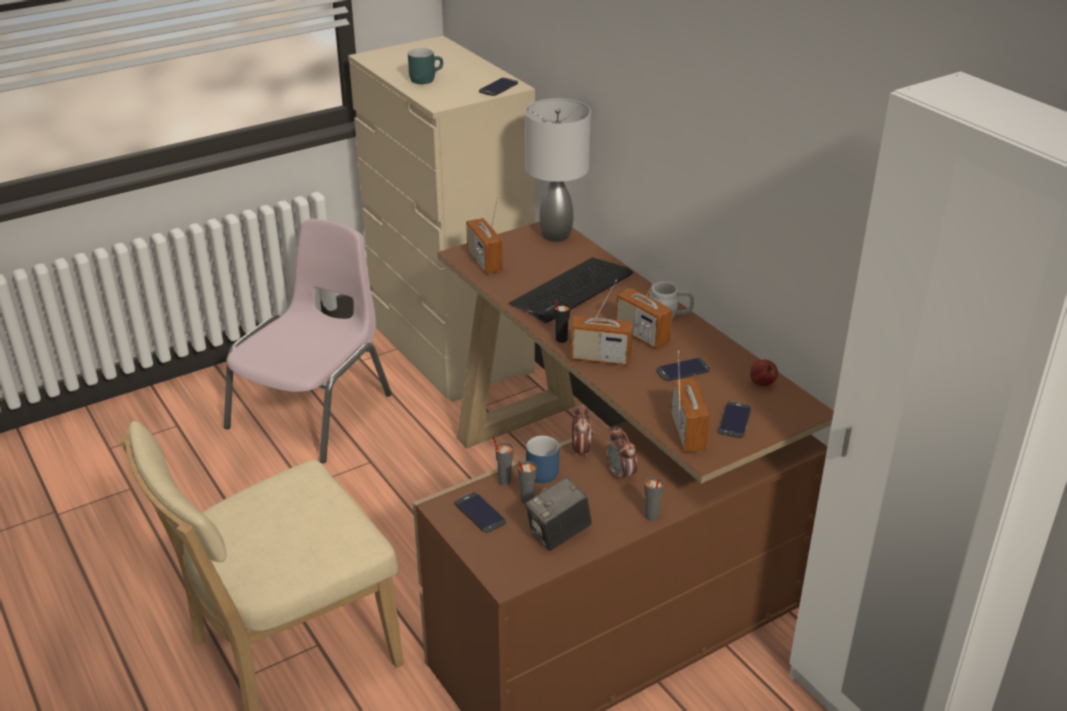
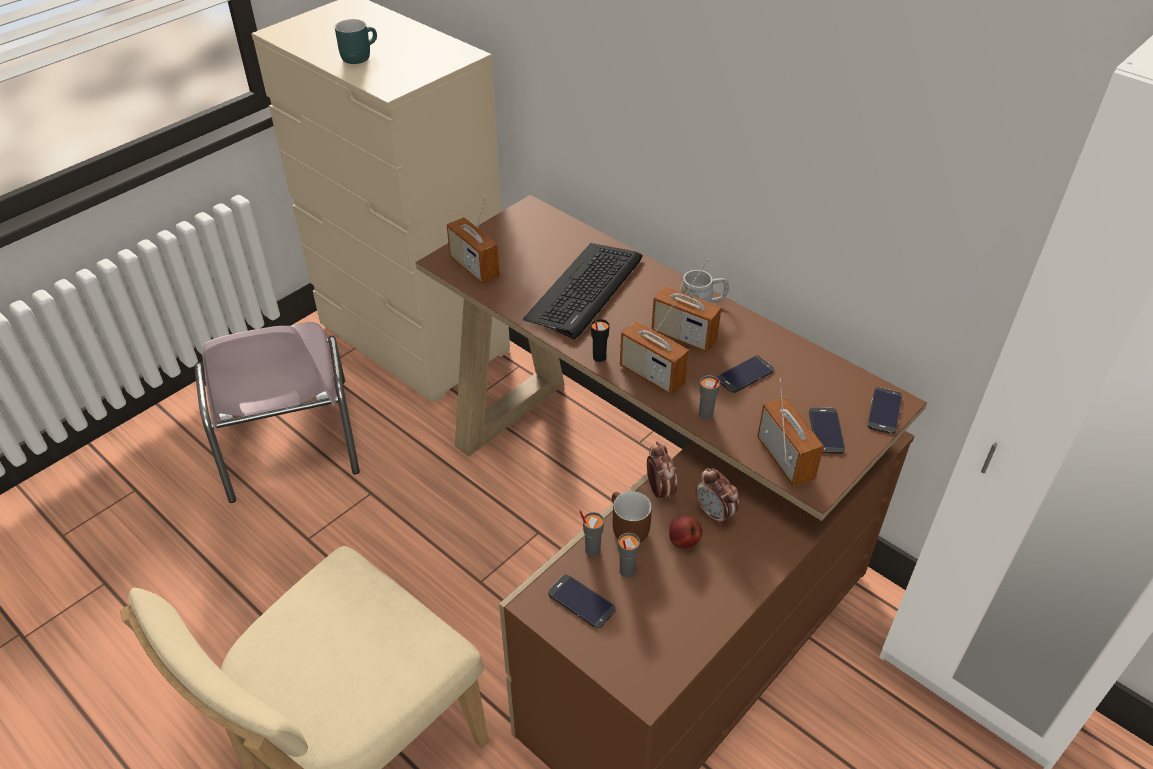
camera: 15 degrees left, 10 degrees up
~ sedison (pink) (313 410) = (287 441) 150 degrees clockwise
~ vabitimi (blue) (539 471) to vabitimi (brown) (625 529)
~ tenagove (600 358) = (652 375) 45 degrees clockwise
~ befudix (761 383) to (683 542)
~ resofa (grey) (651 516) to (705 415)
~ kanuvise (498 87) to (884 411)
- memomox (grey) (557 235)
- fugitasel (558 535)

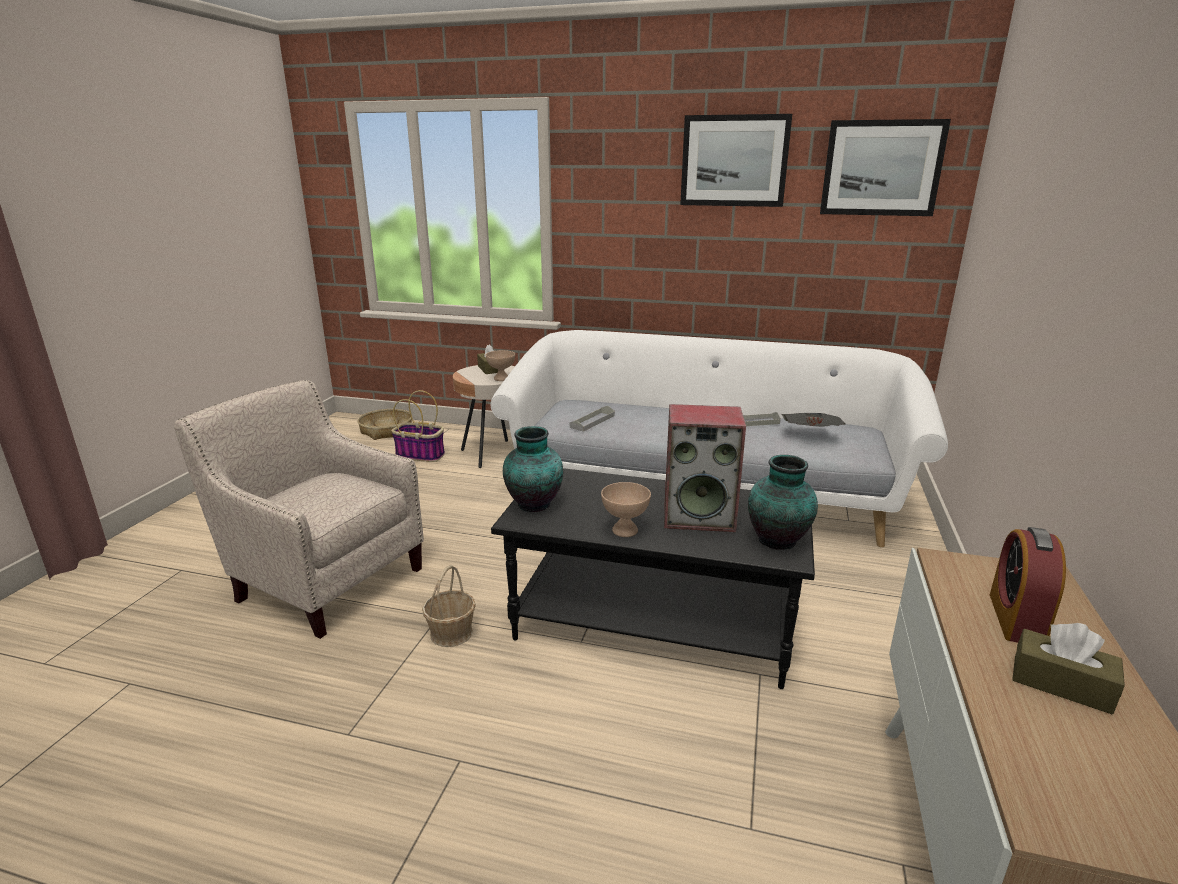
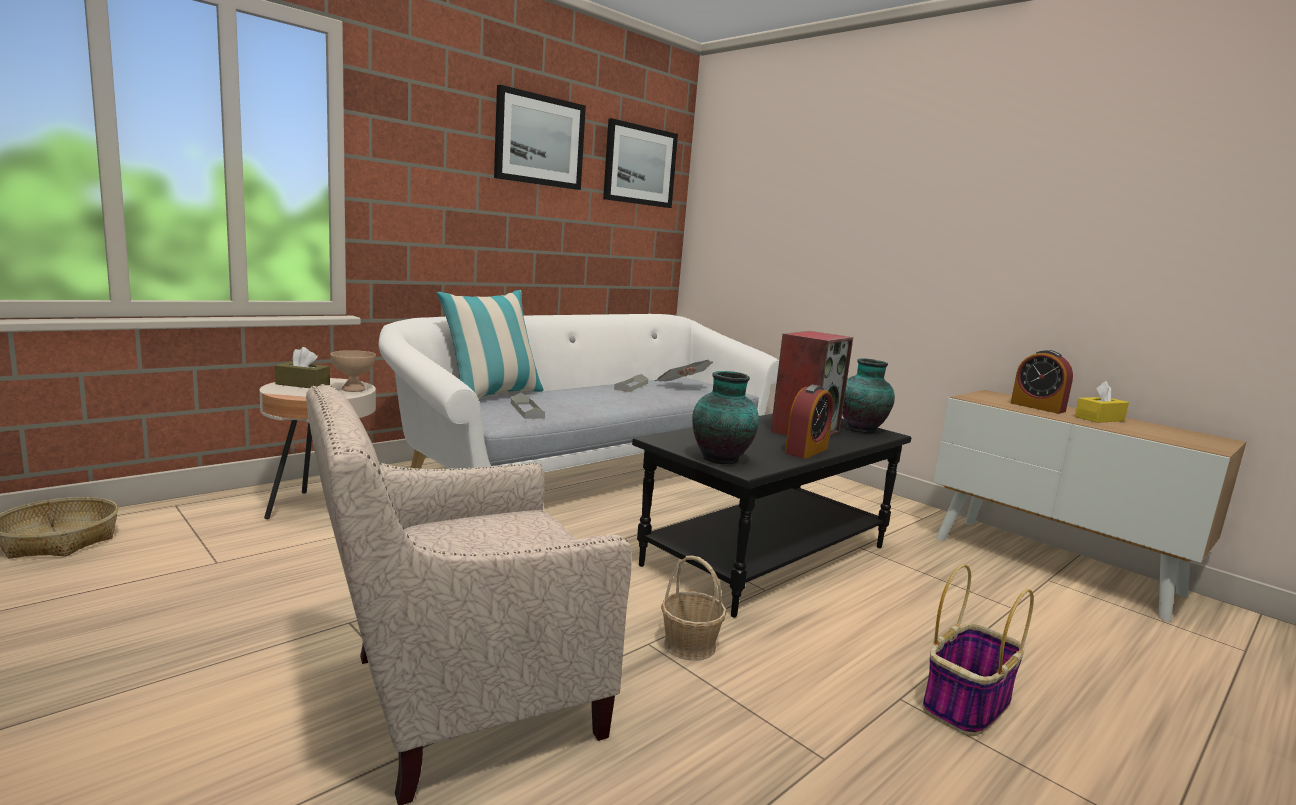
camera: 60 degrees left, 10 degrees down
+ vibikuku (493 395)
~ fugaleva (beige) (625 530) to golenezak (806 450)
~ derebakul (421 455) to (966 703)
~ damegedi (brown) (1061 684) to damegedi (yellow) (1099 419)

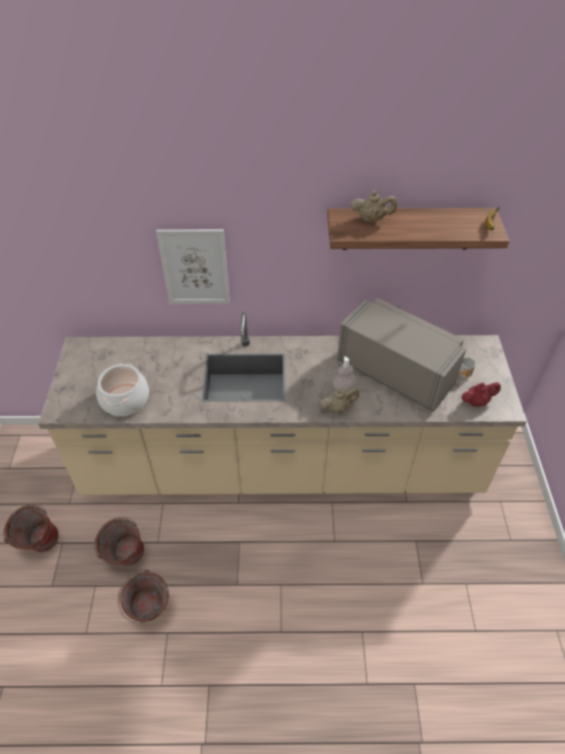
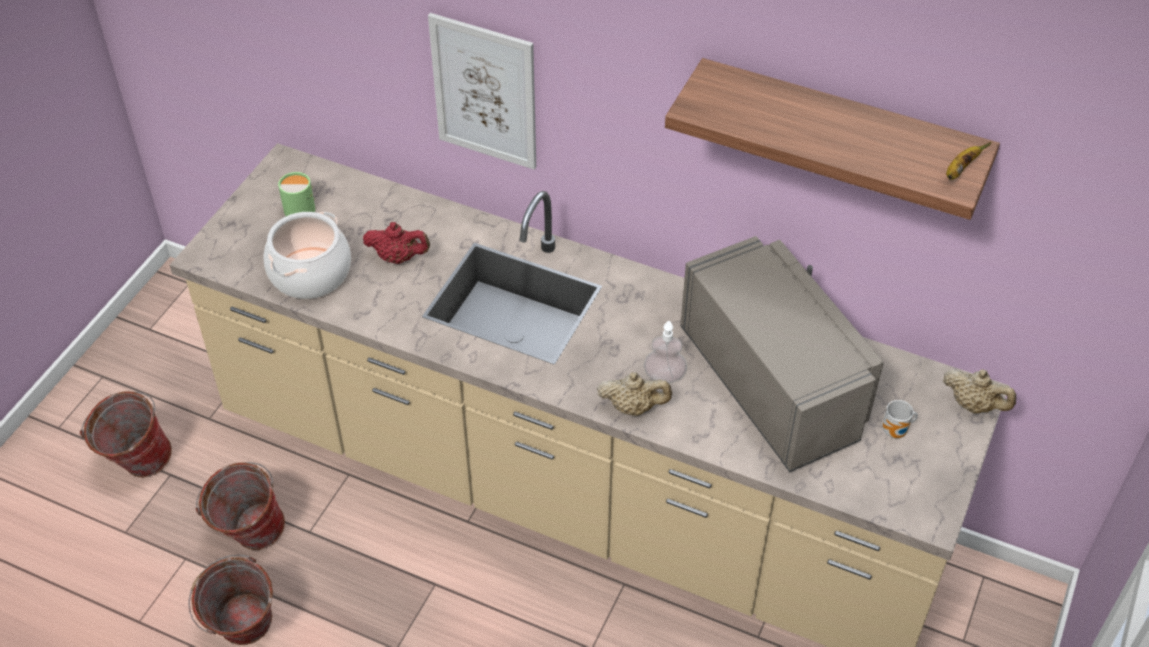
camera: 25 degrees right, 0 degrees up
+ vabitimi (green) (300 207)
~ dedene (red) (477 402) to (398 257)
~ dedene (beige) (371 219) to (974 405)

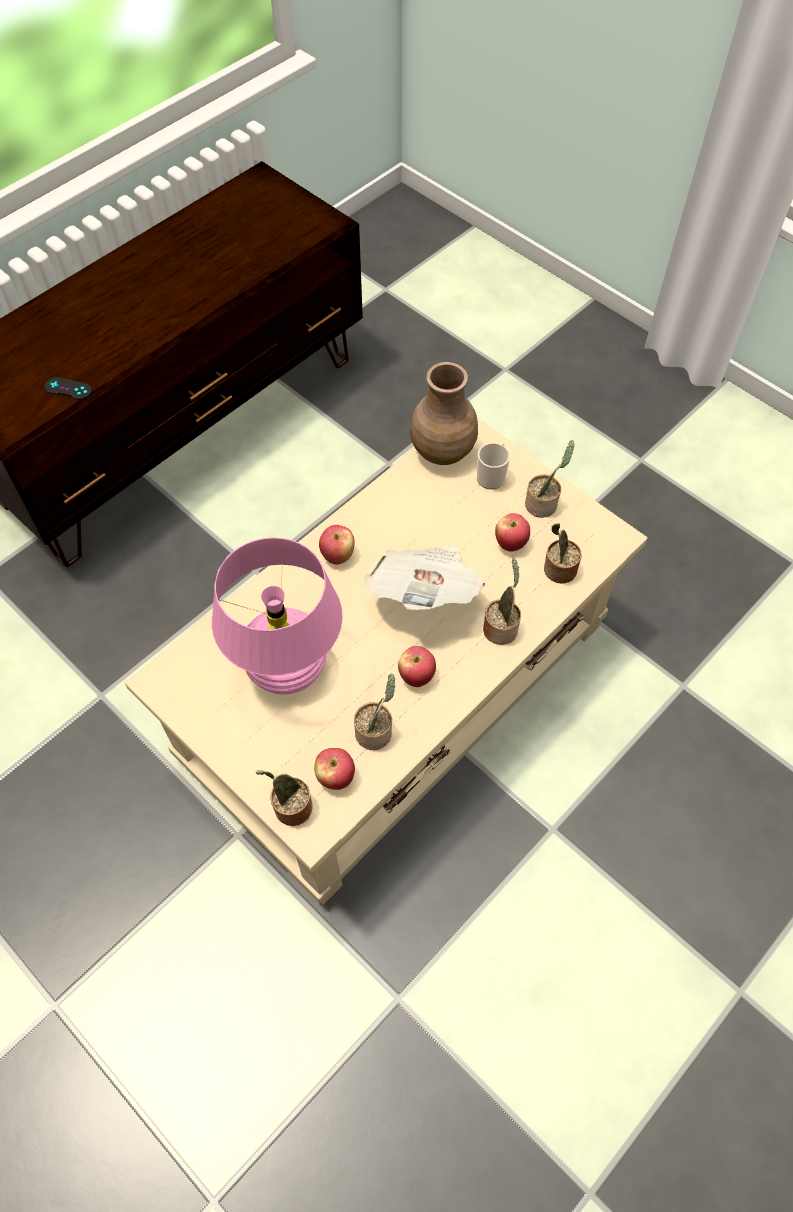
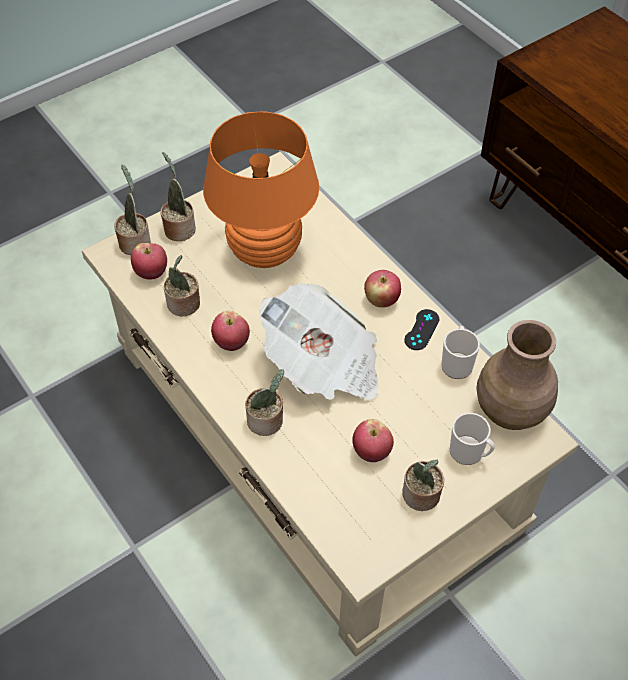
camera: 100 degrees right, 5 degrees down
~ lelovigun (558 570) to (179 228)
~ memomox (pink) (287 669) to memomox (orange) (264 251)
~ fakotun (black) (68 389) to (421 330)
+ vabitimi (457 363)

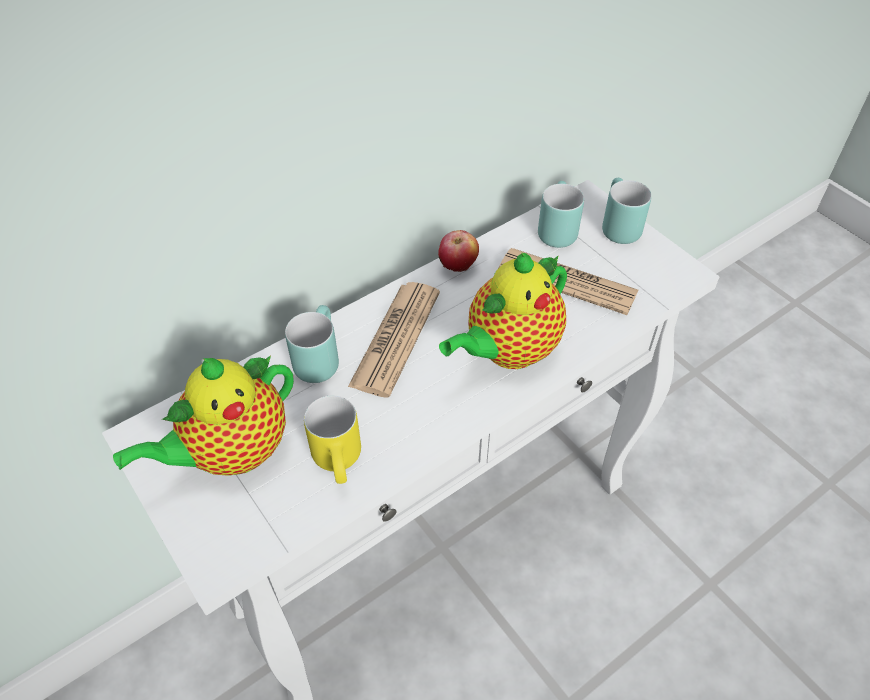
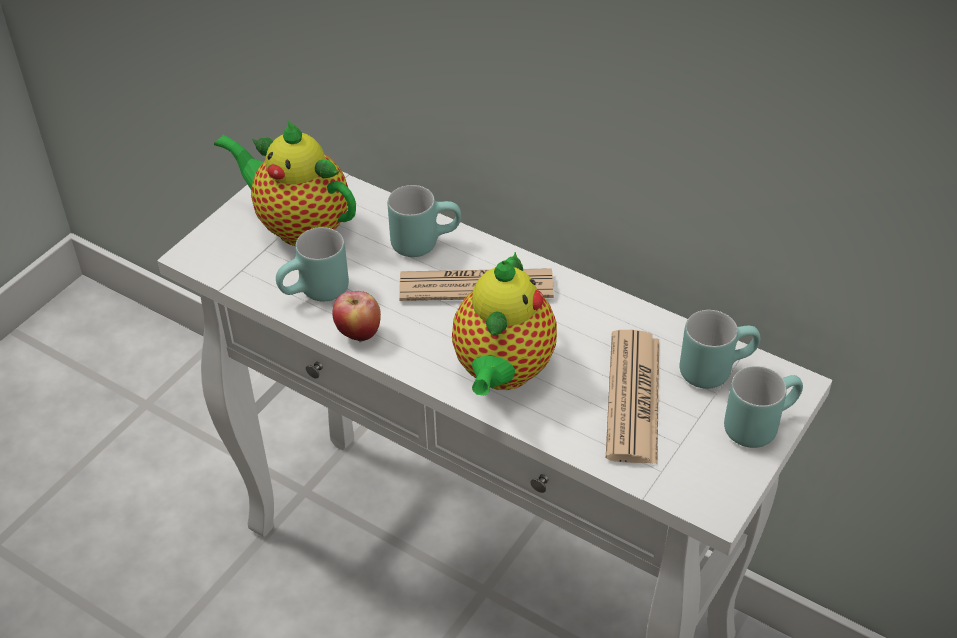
camera: 70 degrees right, 5 degrees down
~ vabitimi (yellow) (342 462) to vabitimi (turquoise) (316 294)
~ befudix (458 268) to (358 334)
~ dedene (508 351) = (502 373) 105 degrees counterclockwise

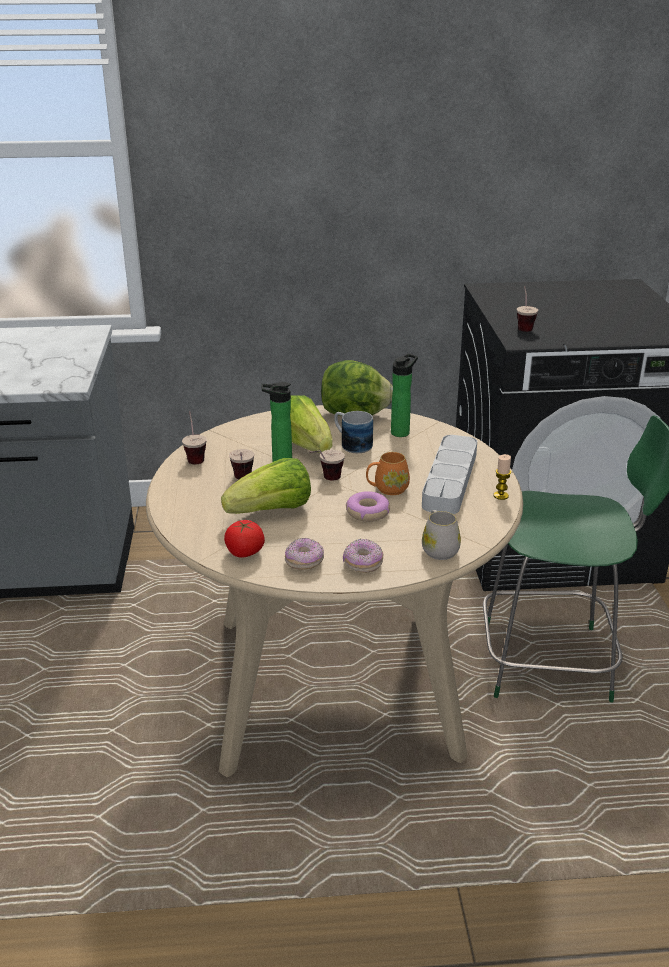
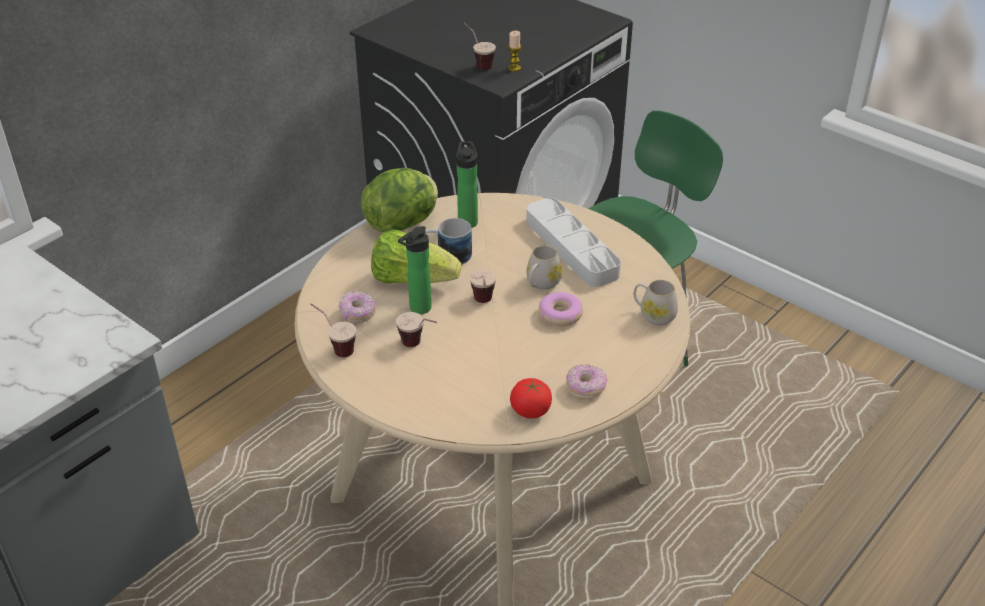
camera: 45 degrees left, 10 degrees up
~ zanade (363 564) to (357 314)
~ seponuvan (501 496) to (514 68)
~ vabitimi (orange) (387 489) to vabitimi (white) (541 284)
- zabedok (272 511)

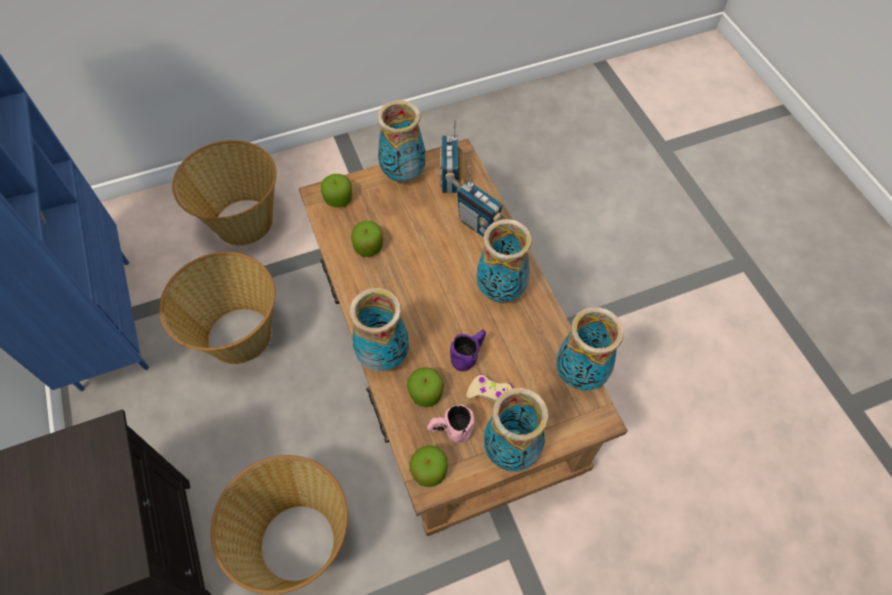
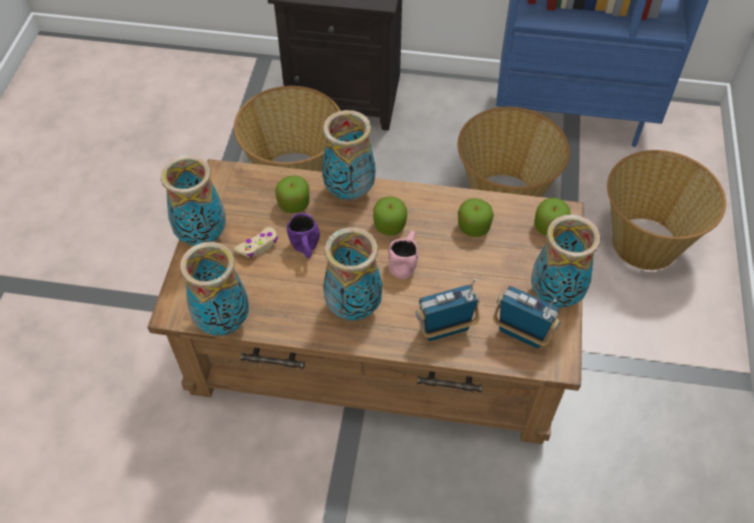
camera: 120 degrees right, 5 degrees down
~ befudix (429 471) to (390 225)
~ vabitimi (pink) (450 431) to (404 261)

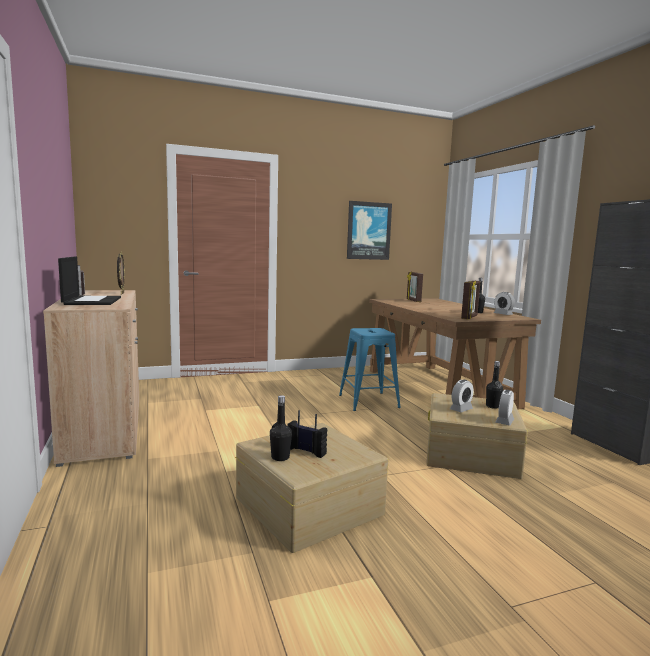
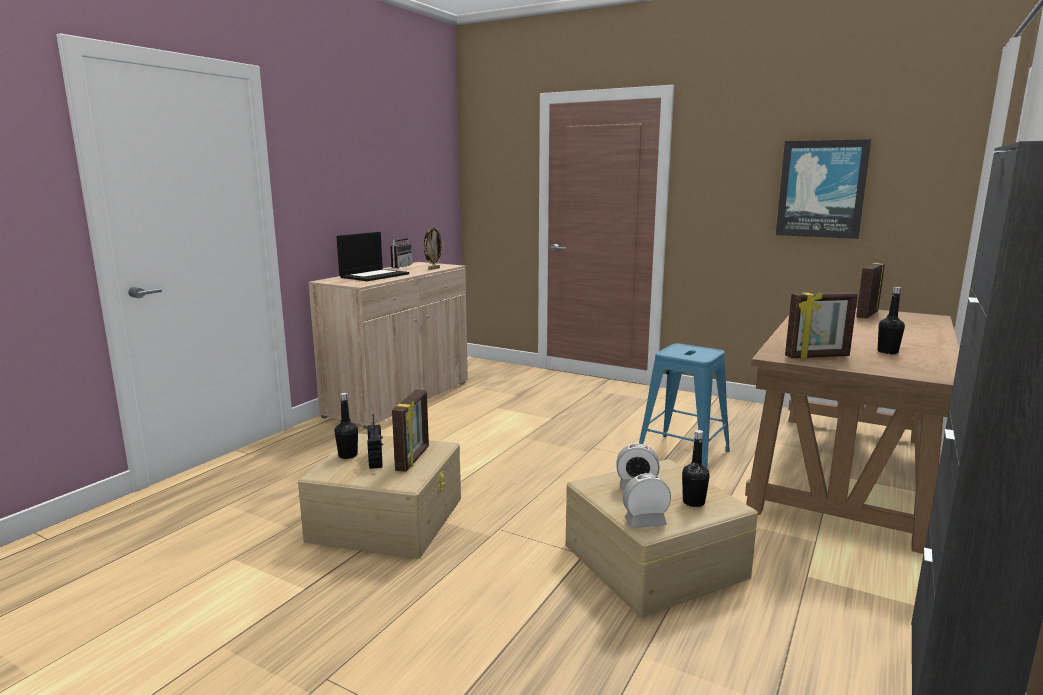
camera: 50 degrees right, 5 degrees up
+ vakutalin (413 459)
- golenezak (503 314)

